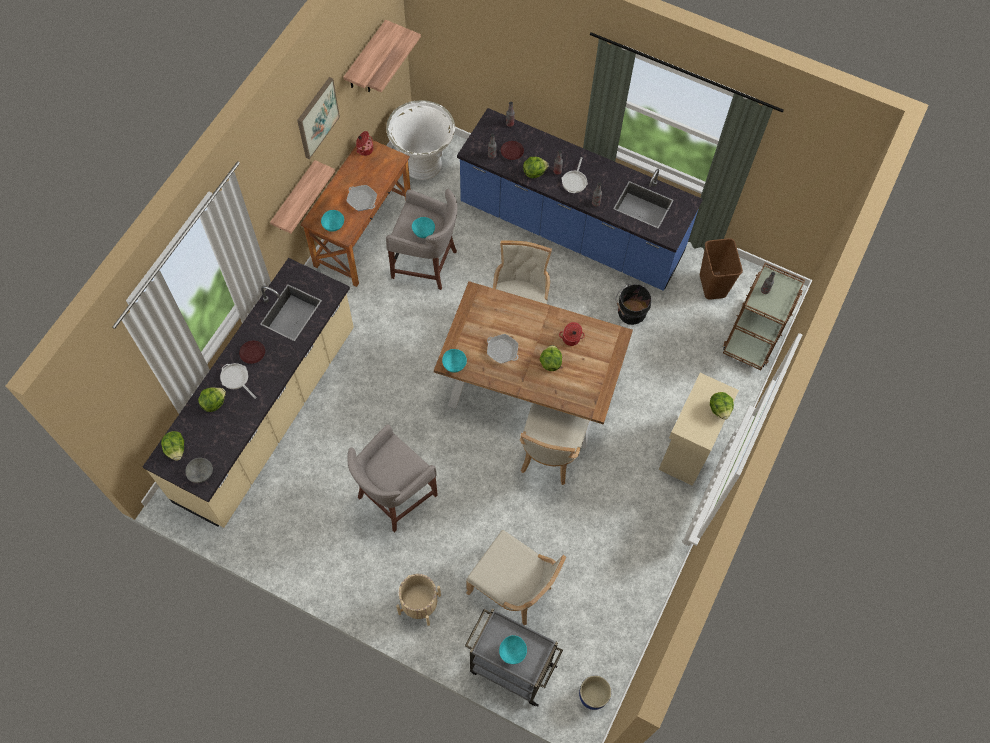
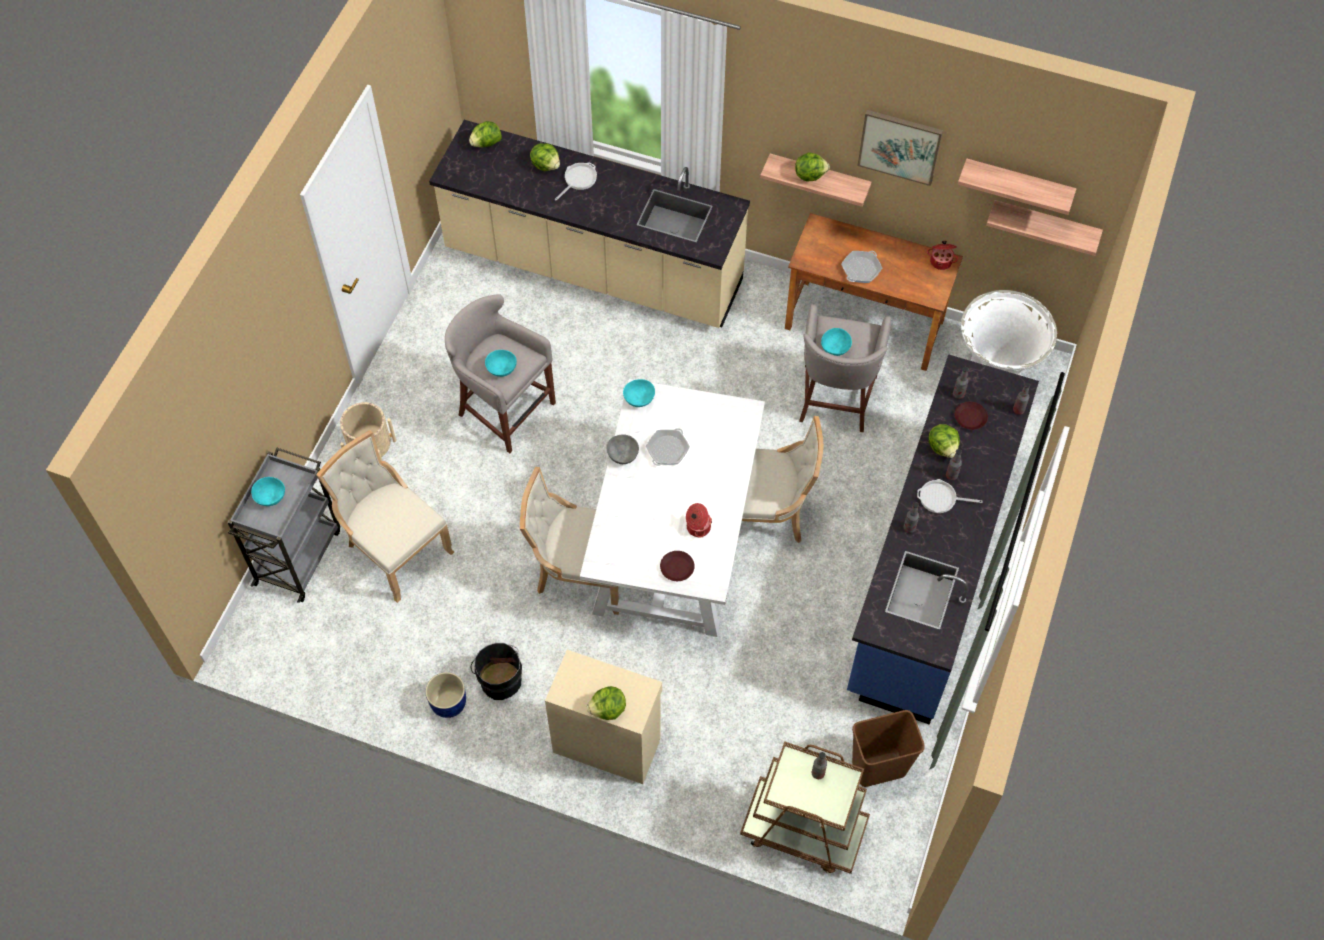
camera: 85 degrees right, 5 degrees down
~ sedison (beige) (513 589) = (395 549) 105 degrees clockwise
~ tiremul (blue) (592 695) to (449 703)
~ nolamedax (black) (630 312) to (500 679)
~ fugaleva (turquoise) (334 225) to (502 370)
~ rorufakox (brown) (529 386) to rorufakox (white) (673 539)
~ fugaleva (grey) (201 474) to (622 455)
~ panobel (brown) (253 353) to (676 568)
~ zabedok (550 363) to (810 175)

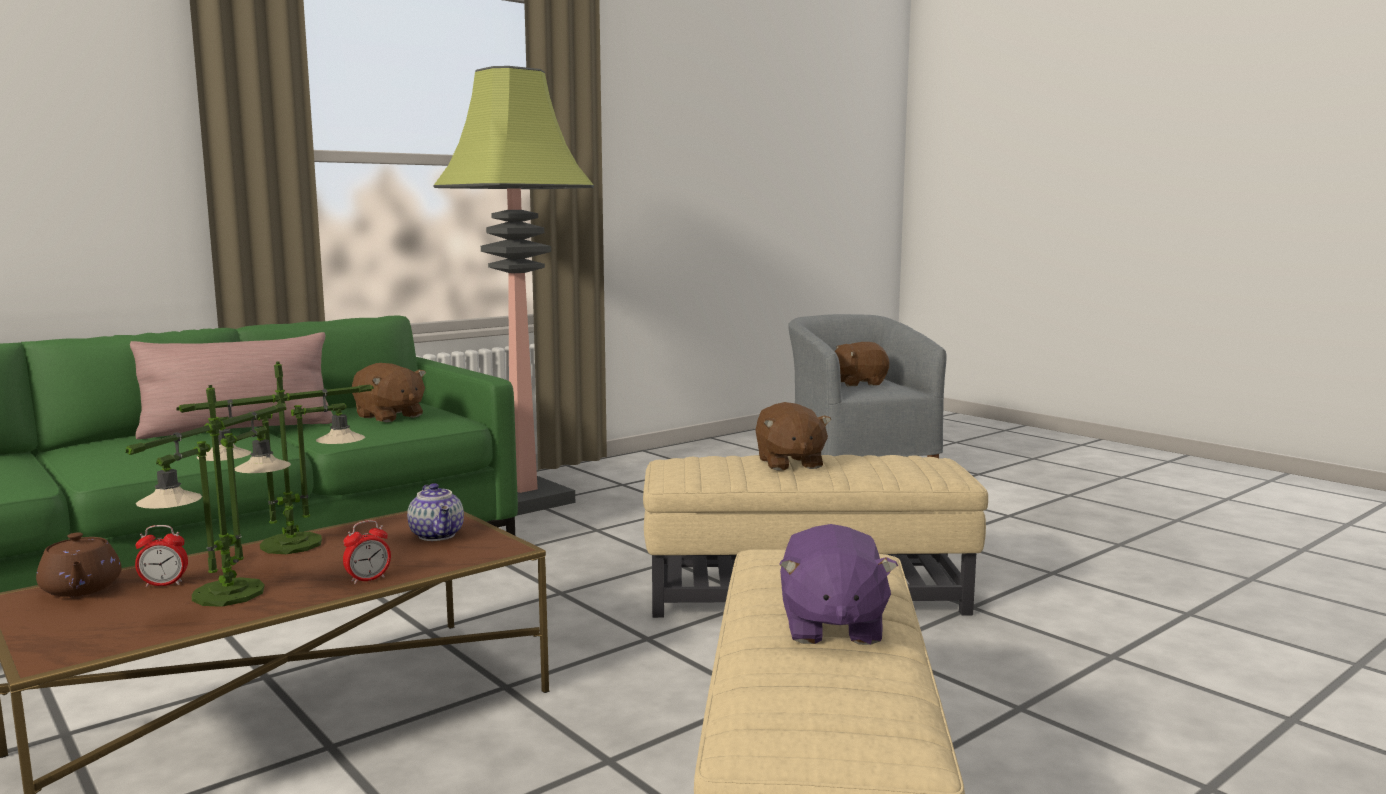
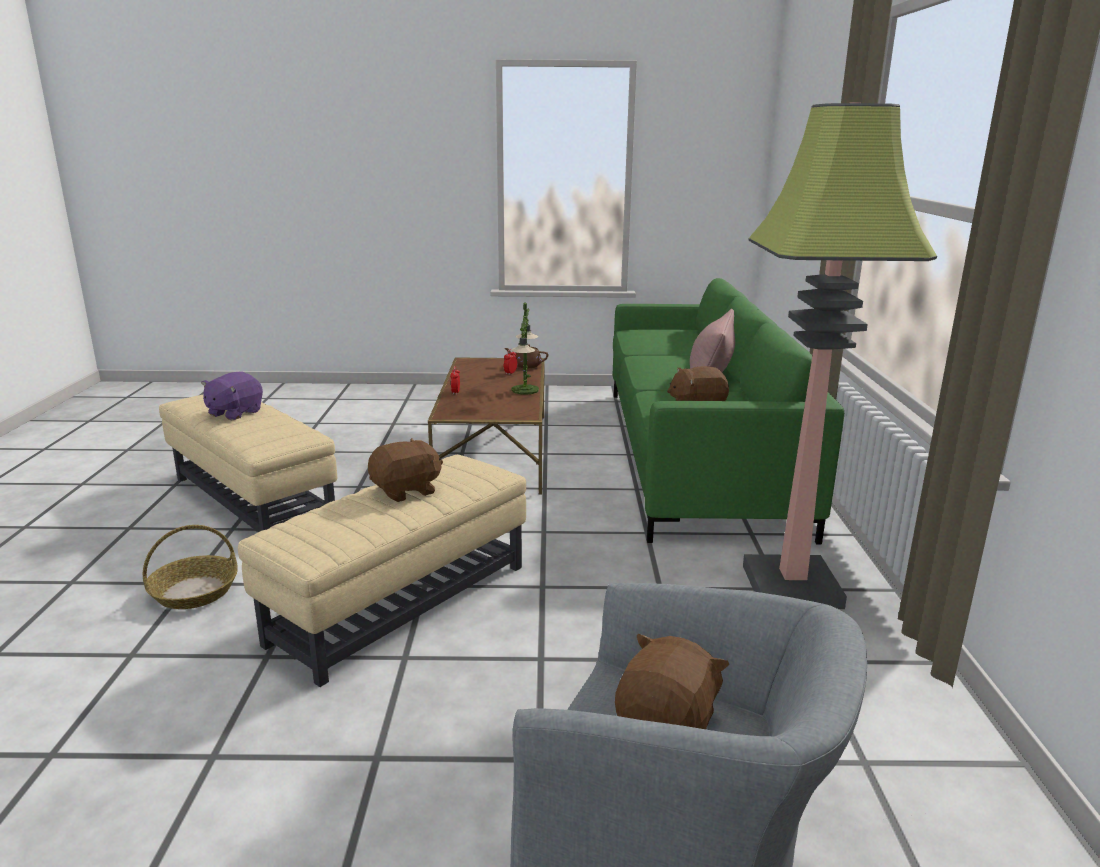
camera: 130 degrees right, 10 degrees up
+ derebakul (194 592)
~ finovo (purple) (831 627) = (234 413) 105 degrees counterclockwise
~ finovo (brown) (789 463) = (406 491) 120 degrees clockwise
- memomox (228 594)
- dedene (438 535)

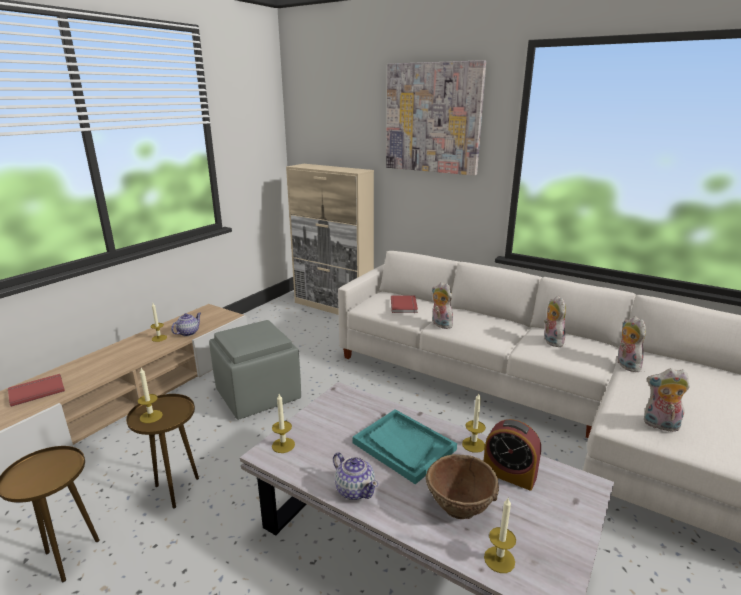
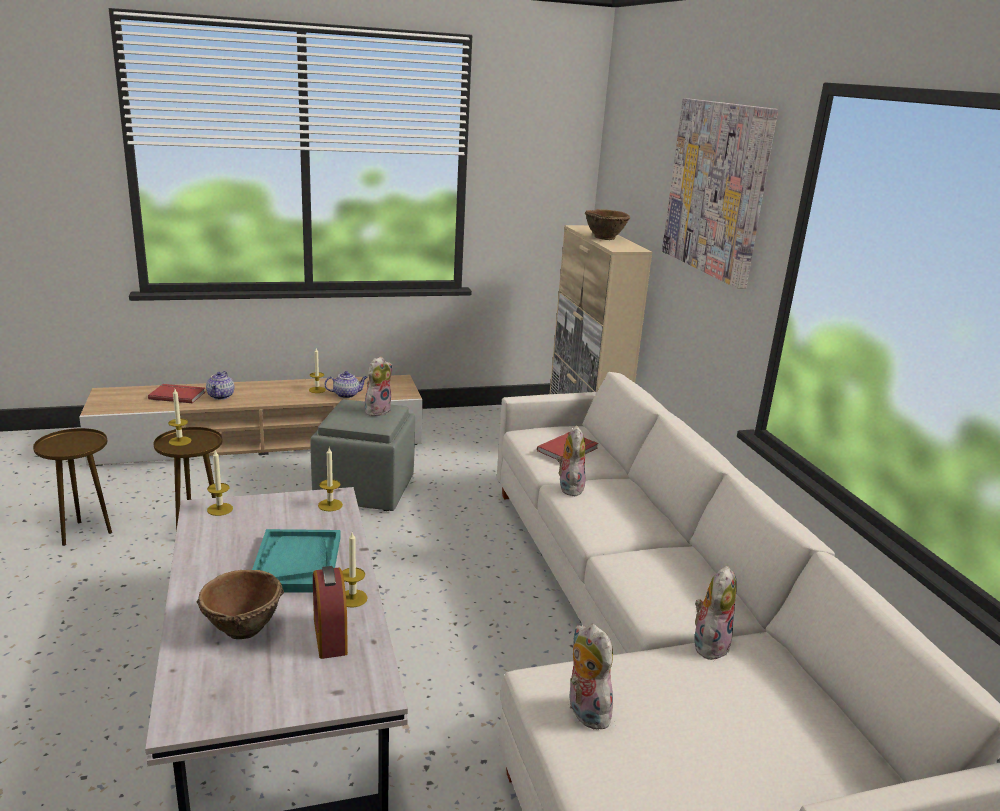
camera: 40 degrees right, 0 degrees up
~ dedene (355 489) to (221 396)
~ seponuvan (499 559) to (330 505)
~ finovo (551 341) to (377 410)
+ fugaleva (brown) (604 237)

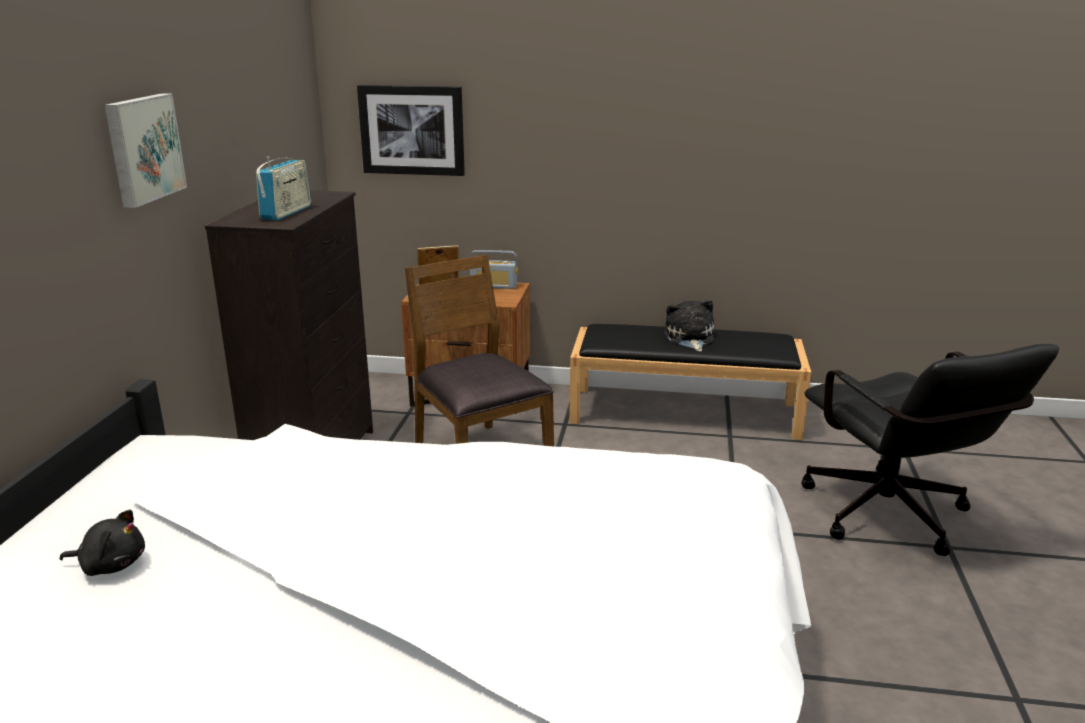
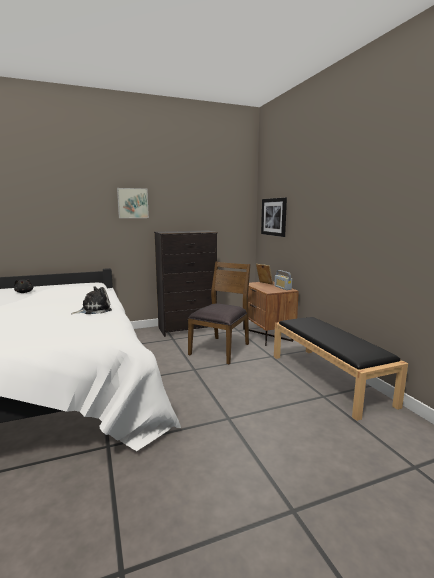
camera: 60 degrees right, 10 degrees down
~ finovo (690 338) to (94 310)
- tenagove (286 213)
- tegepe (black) (894 520)

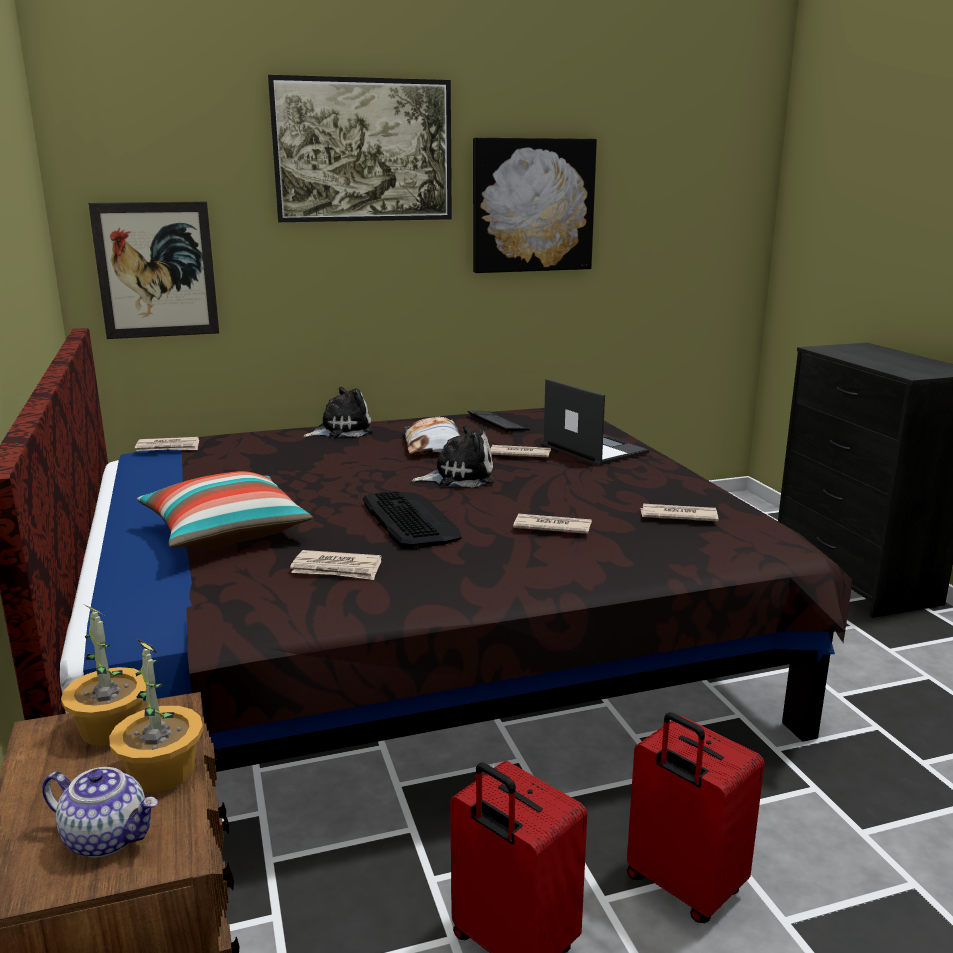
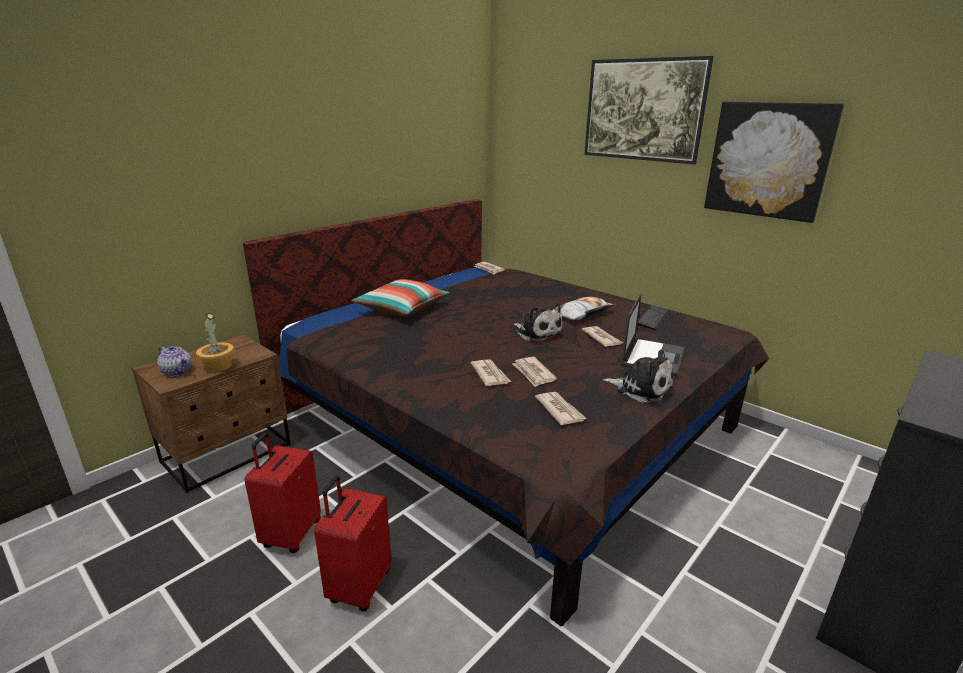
camera: 60 degrees right, 5 degrees up
~ dedene (108 837) = (177 371) 45 degrees counterclockwise
~ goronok (337 569) to (533 373)
~ finovo (341 430) to (641 388)
- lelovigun (110 728)
- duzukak (156 270)
- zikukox (410 520)

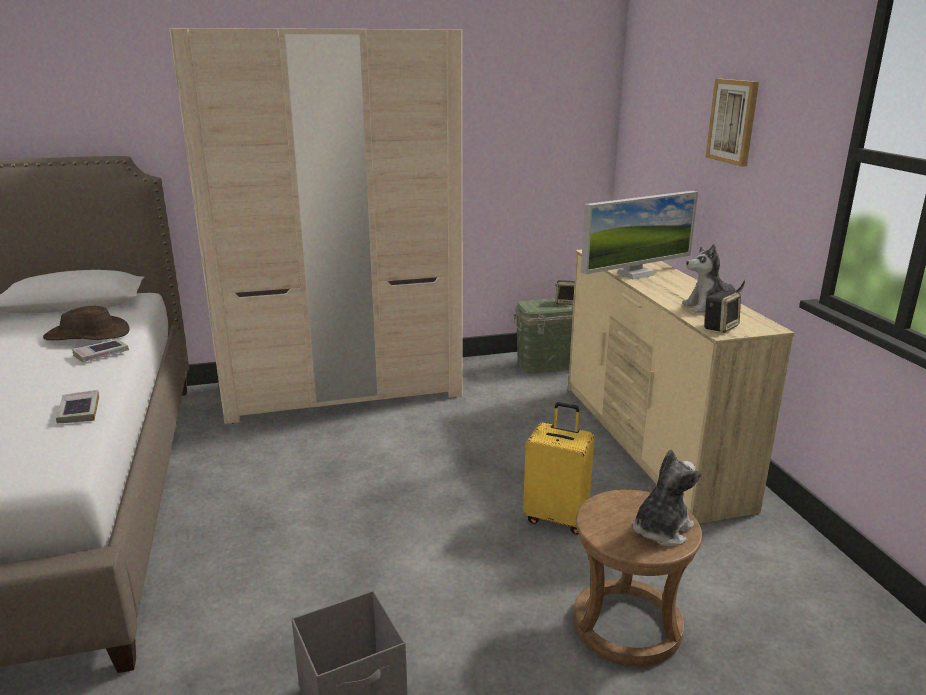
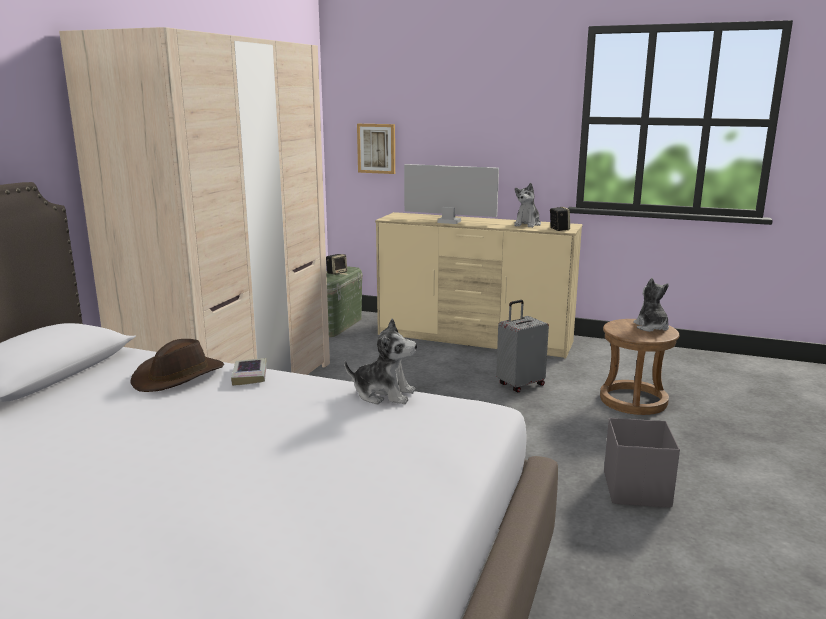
camera: 55 degrees left, 5 degrees down
~ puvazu (79 411) to finovo (384 394)
~ duzukak (733 121) to (376 148)
~ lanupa (635 274) = (449 222) 75 degrees counterclockwise
~ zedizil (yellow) (557 517) to zedizil (grey) (520 384)

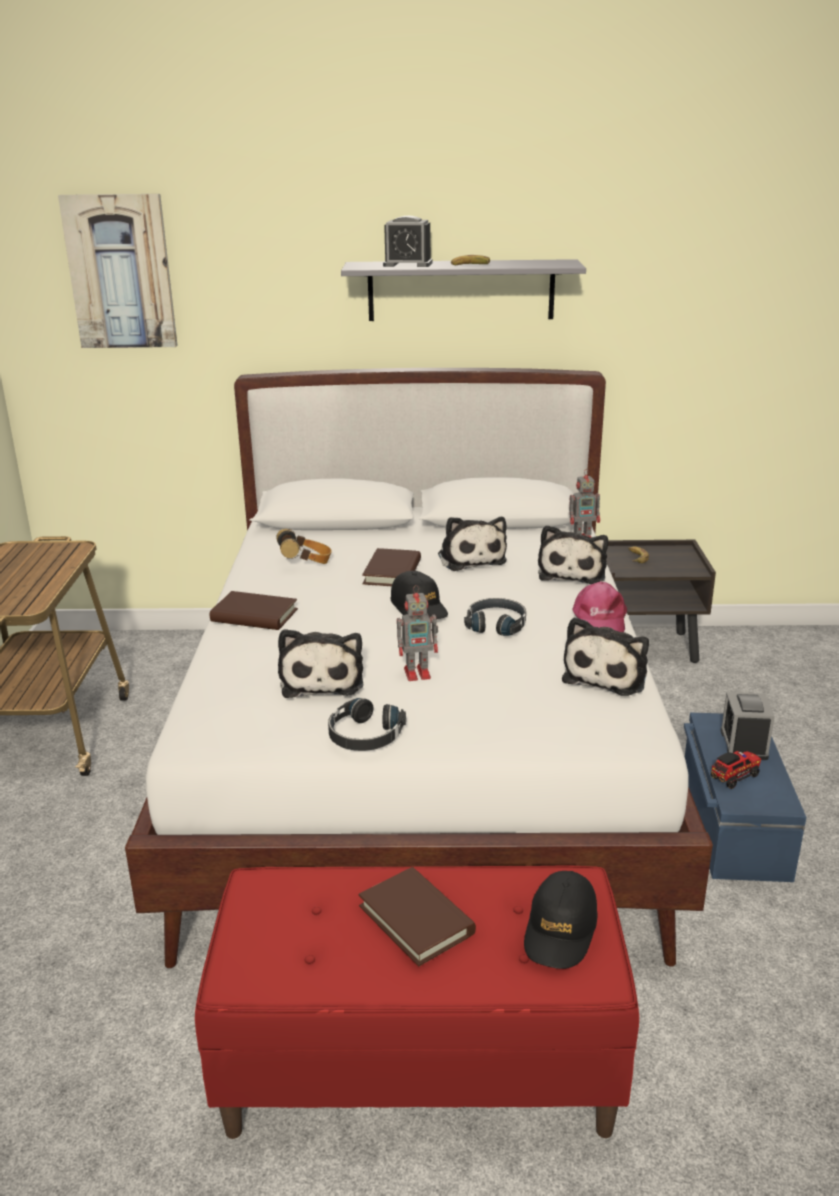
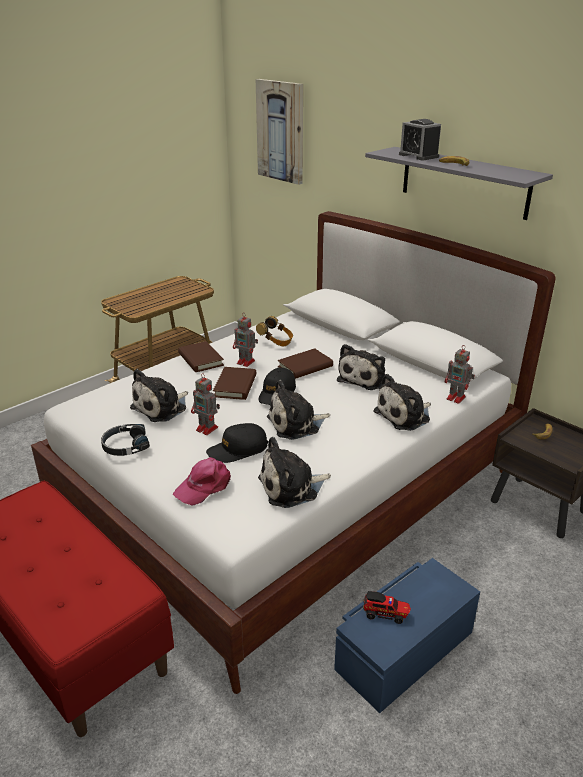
camera: 45 degrees right, 5 degrees up
~ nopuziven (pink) (599 619) to (204 486)
~ nopuziven (black) (560 930) to (237 450)
~ puvazu (brown) (416 920) to (235 386)
+ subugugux (246 362)
~ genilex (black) (496 624) to finovo (296 424)
- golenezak (743 744)

